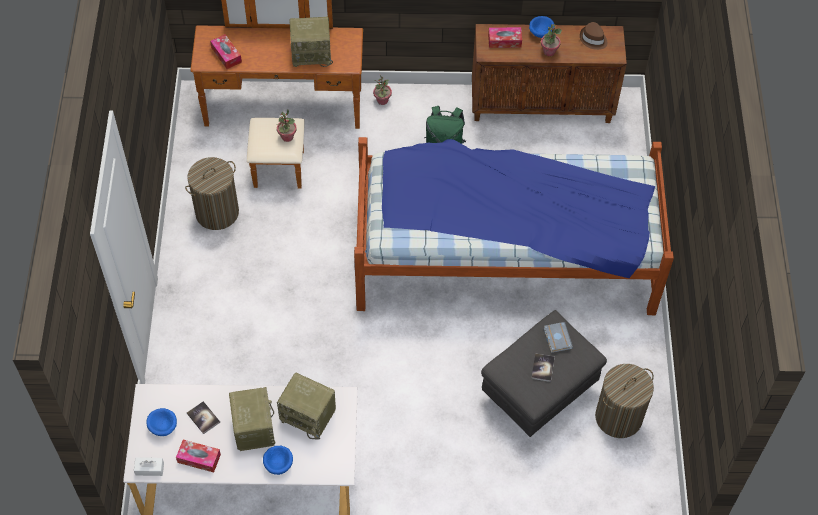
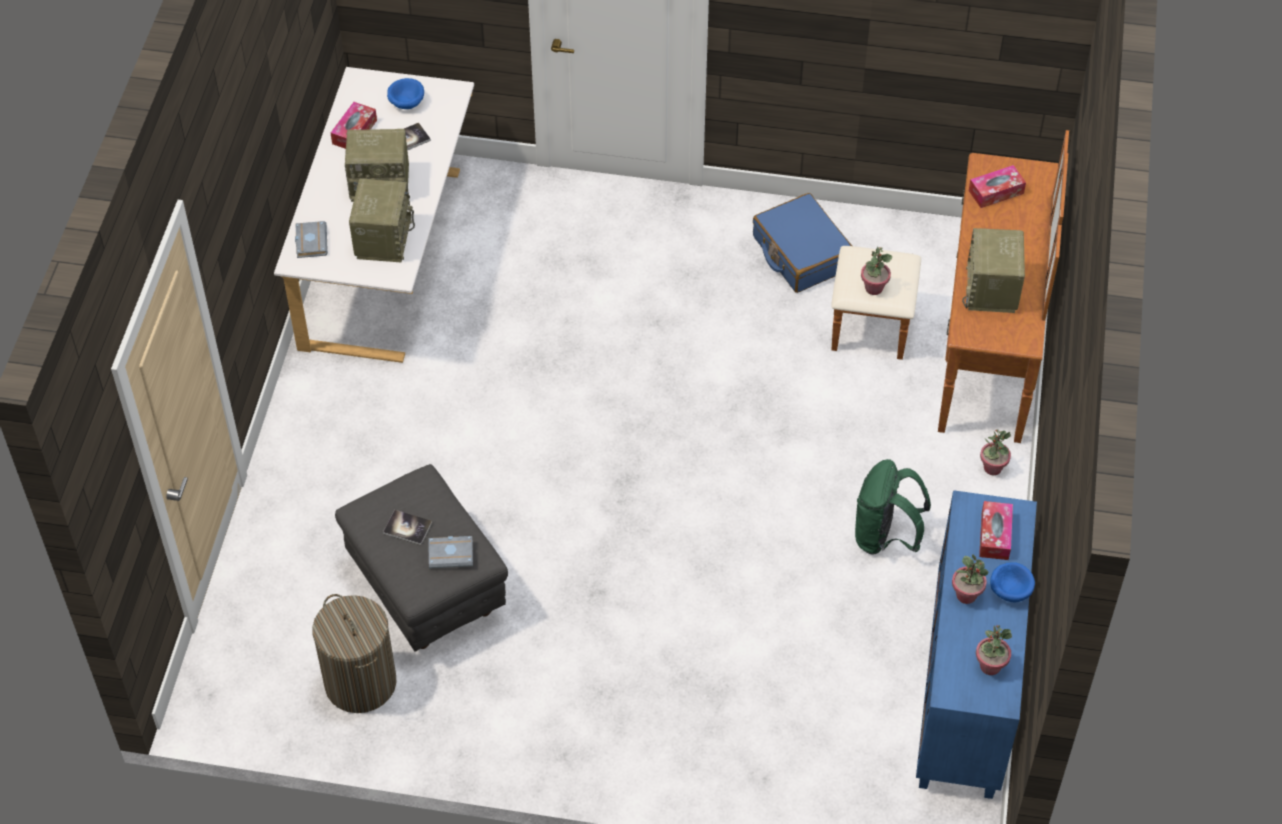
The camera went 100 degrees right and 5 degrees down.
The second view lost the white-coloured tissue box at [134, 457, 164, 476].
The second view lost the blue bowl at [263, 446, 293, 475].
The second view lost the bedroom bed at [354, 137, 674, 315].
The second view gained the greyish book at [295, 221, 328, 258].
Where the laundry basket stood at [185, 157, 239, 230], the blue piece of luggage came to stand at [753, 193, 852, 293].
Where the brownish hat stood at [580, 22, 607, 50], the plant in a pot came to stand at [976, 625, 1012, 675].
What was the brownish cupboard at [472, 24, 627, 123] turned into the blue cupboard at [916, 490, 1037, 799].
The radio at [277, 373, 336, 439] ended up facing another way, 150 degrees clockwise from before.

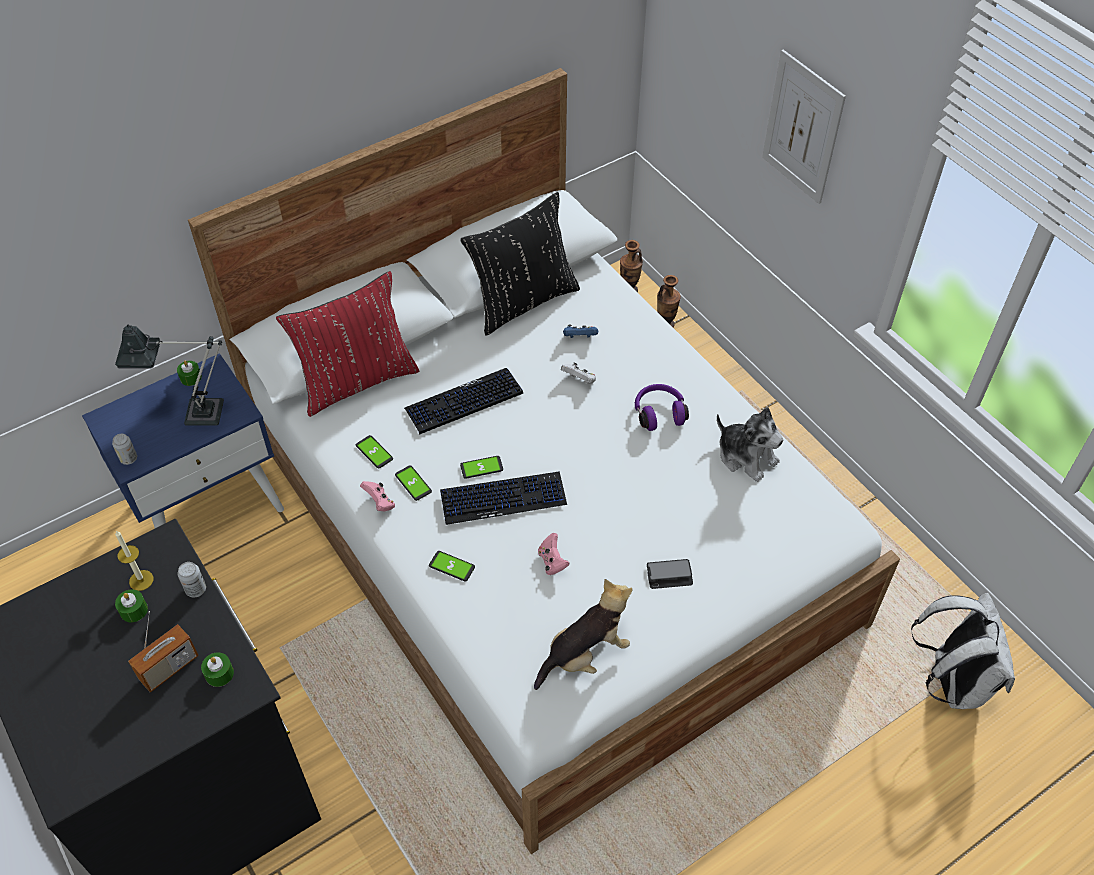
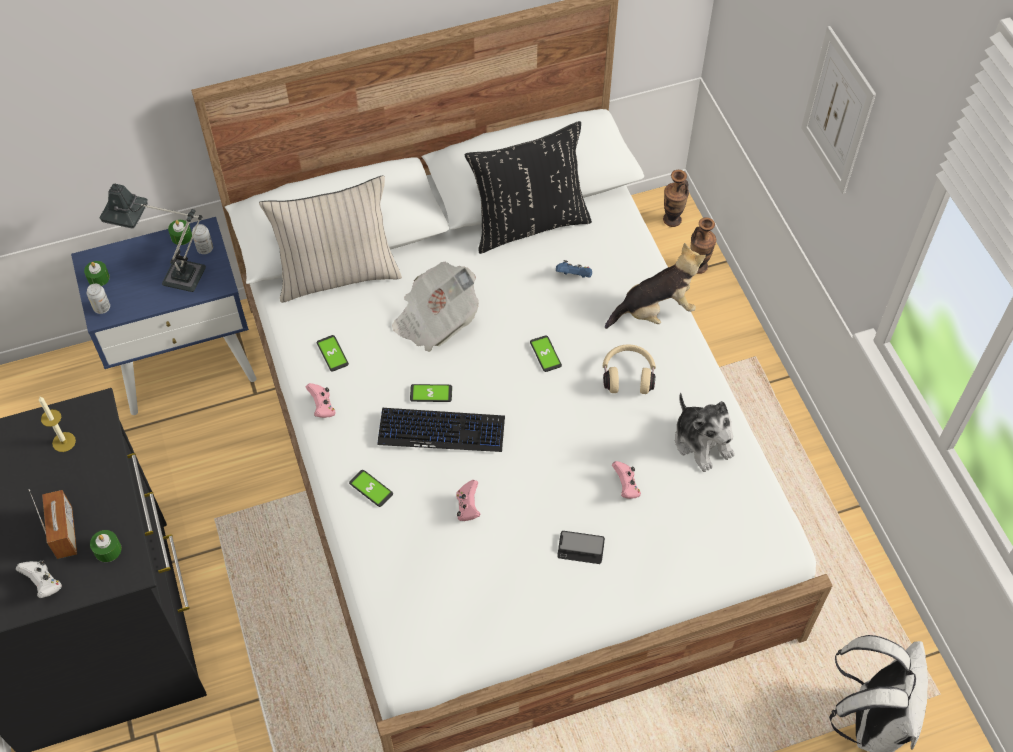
The camera went 15 degrees right and 5 degrees up.
The second view gained the pink gamepad at [612, 461, 641, 499].
The green-coloured candle ended up elsewhere, having gone from [115, 589, 148, 622] to [84, 261, 110, 286].
The metal can ended up elsewhere, having gone from [178, 562, 206, 597] to [192, 224, 213, 254].
The handset ended up elsewhere, having gone from [395, 465, 432, 501] to [530, 335, 562, 372].
The cuddly toy ended up elsewhere, having gone from [534, 579, 633, 690] to [605, 243, 706, 329].
The white-coloured gamepad ended up elsewhere, having gone from [561, 362, 596, 384] to [16, 560, 62, 598].
Where the computer keyboard stood at [404, 368, 523, 435], the printed paper came to stand at [392, 262, 479, 352].
What was the red cushion at [276, 271, 420, 417] turned into the beige-coloured cushion at [259, 175, 402, 303].
What was the purple headphones at [635, 384, 689, 431] turned into the beige-coloured headphones at [603, 344, 656, 394].
The radio at [128, 611, 199, 693] ended up facing another way, 75 degrees counterclockwise from before.

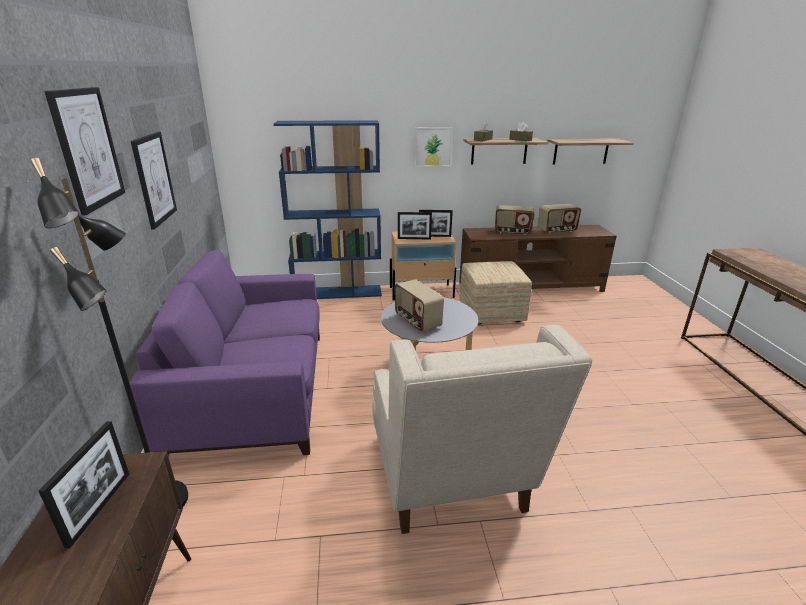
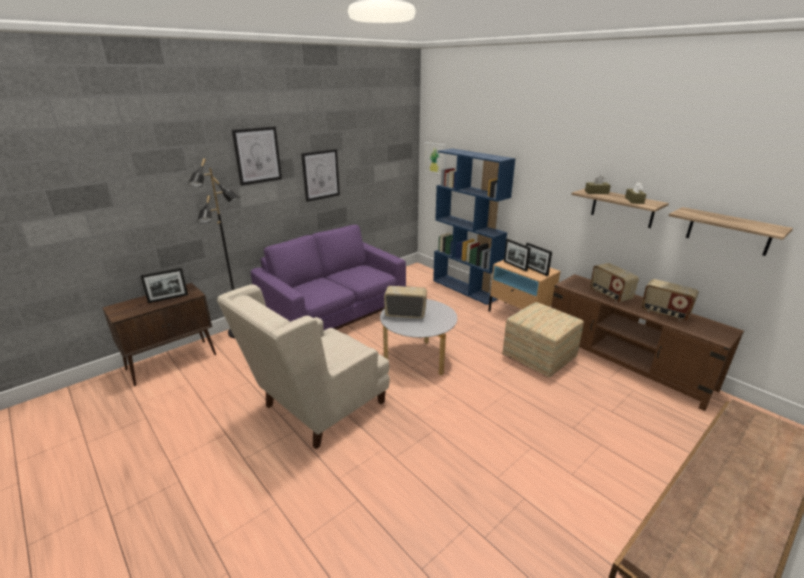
The camera went 55 degrees right and 0 degrees up.
The wall art ended up elsewhere, having gone from [415, 127, 453, 167] to [424, 142, 447, 174].
The radio at [395, 279, 444, 332] ended up facing another way, 75 degrees clockwise from before.

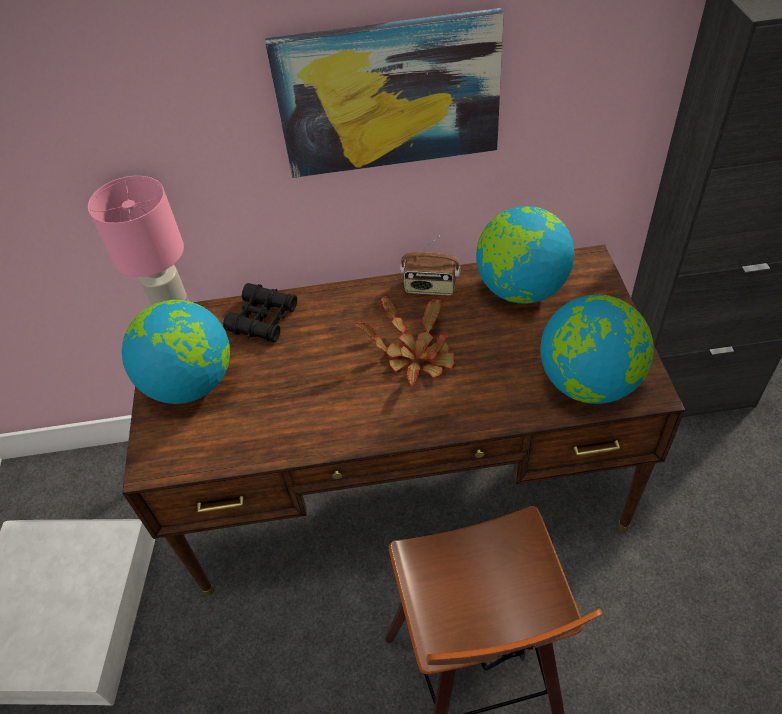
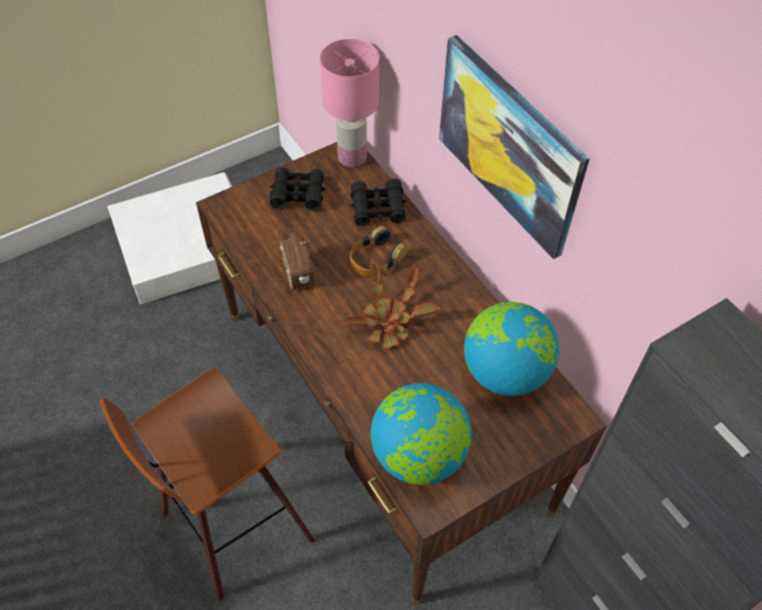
The camera went 60 degrees right and 5 degrees up.
The second view gained the headphones at [350, 226, 408, 277].
The radio ended up elsewhere, having gone from [400, 236, 460, 296] to [280, 233, 315, 290].
Where the desk globe stood at [122, 300, 230, 404], the blackish binoculars came to stand at [269, 168, 326, 211].

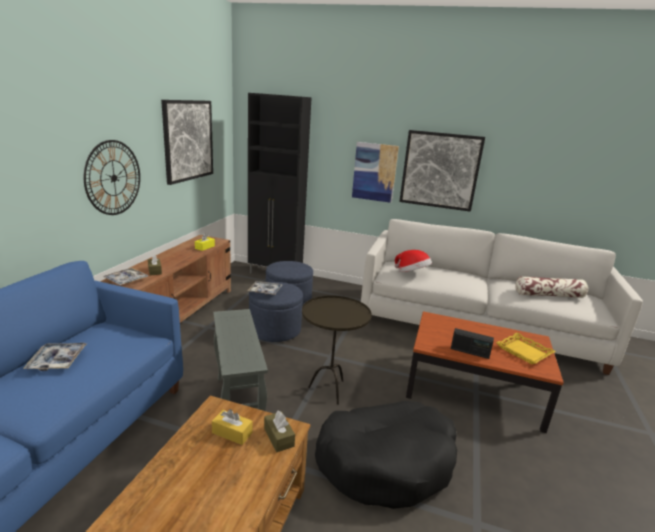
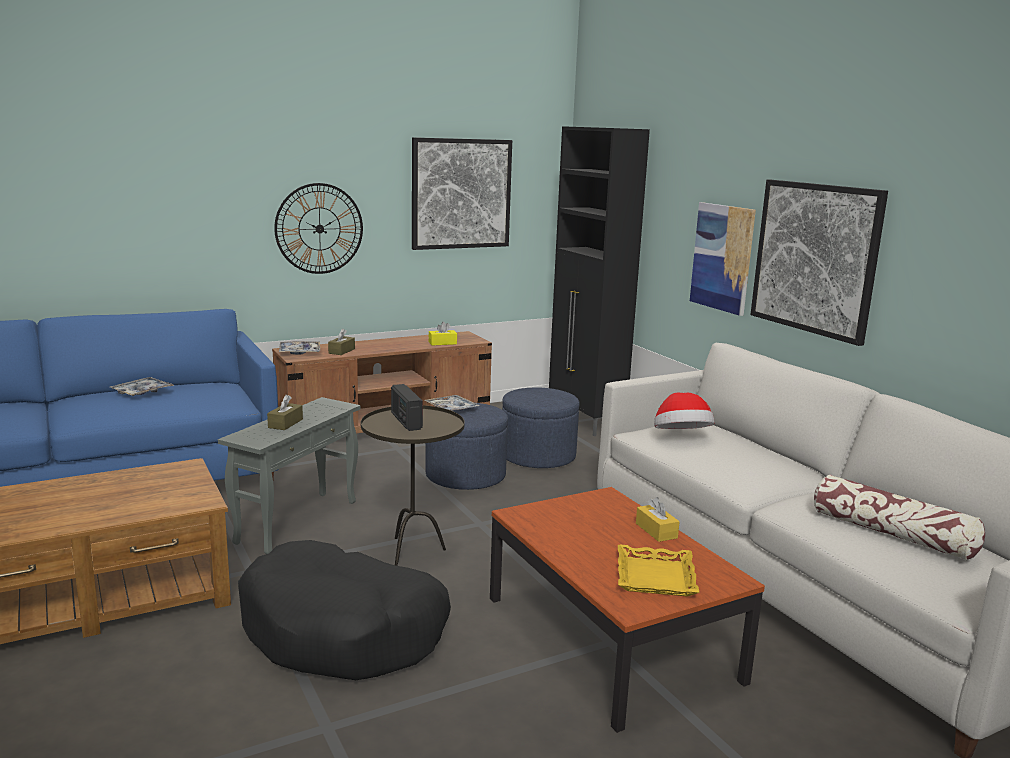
The camera went 45 degrees right and 5 degrees down.
The yellowish tissue box ended up elsewhere, having gone from [212, 409, 253, 445] to [636, 497, 680, 542].
The brownish tissue box ended up elsewhere, having gone from [264, 411, 295, 452] to [267, 395, 303, 430].
The radio ended up elsewhere, having gone from [451, 328, 494, 359] to [391, 384, 423, 431].

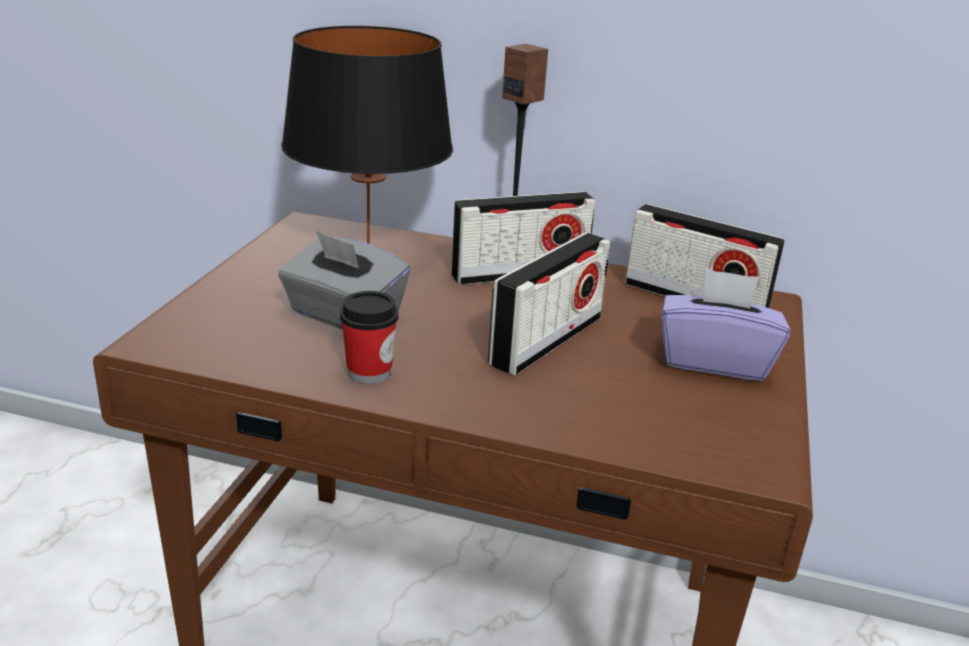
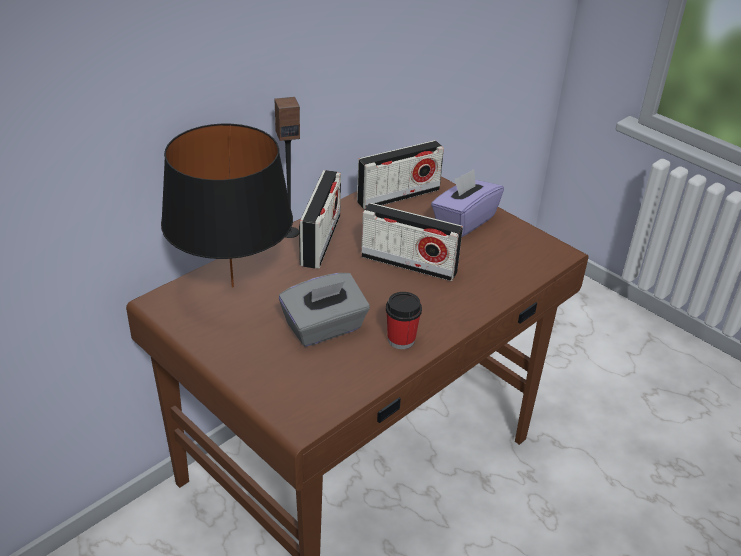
The camera went 60 degrees left and 10 degrees up.
The radio at [488, 233, 610, 375] ended up facing another way, 135 degrees clockwise from before.

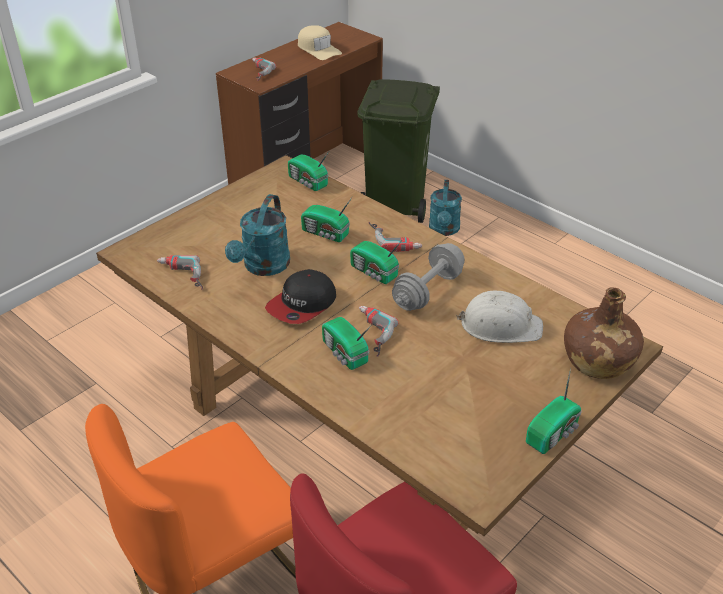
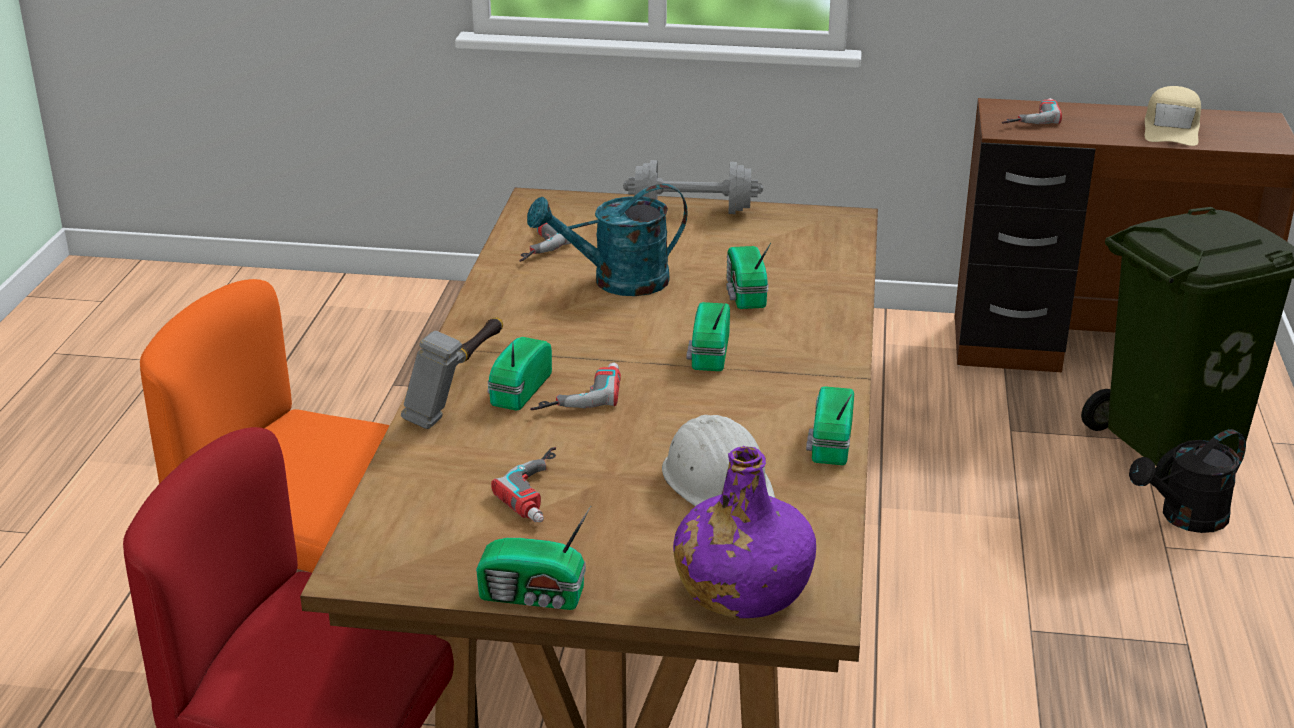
The camera went 55 degrees right and 10 degrees down.
The second view lost the cap at [265, 269, 336, 324].
The second view gained the hammer at [401, 317, 503, 429].
The radio ended up elsewhere, having gone from [288, 150, 330, 191] to [806, 386, 854, 465].
The electric drill ended up elsewhere, having gone from [369, 222, 422, 252] to [491, 447, 556, 522].
The greyish hand weight ended up elsewhere, having gone from [392, 243, 465, 311] to [623, 160, 763, 214].
What was the turquoise-coloured sprinkling can at [429, 180, 462, 236] turned into the blackish sprinkling can at [1129, 429, 1246, 533].
What was the brownish beverage bottle at [564, 288, 644, 379] turned into the purple beverage bottle at [673, 446, 816, 618].

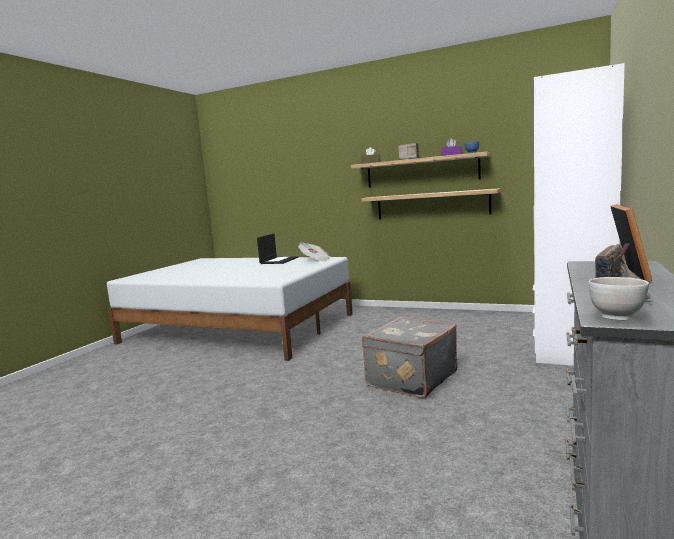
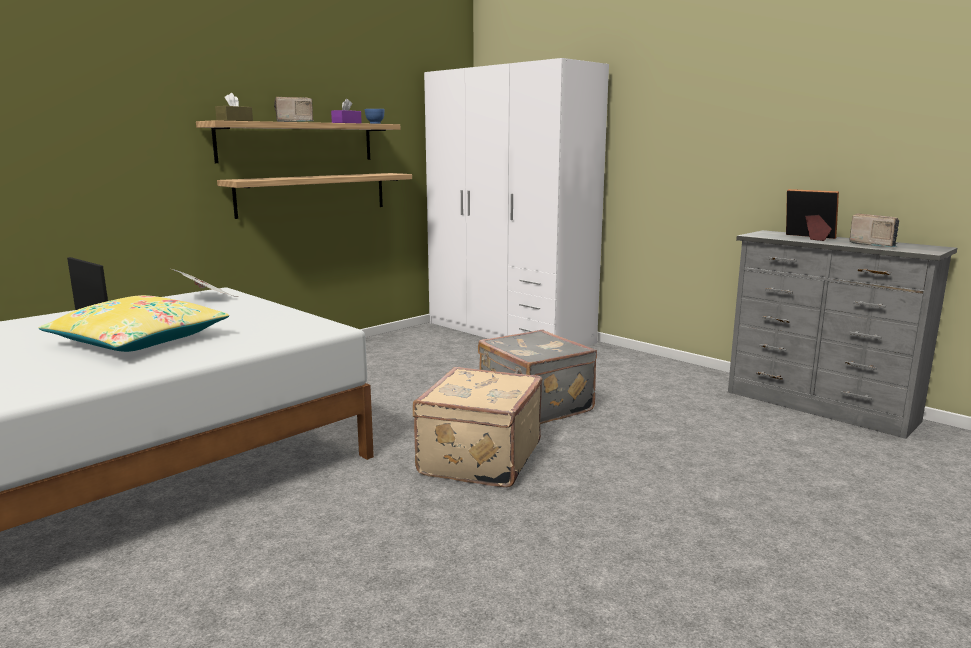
The camera went 70 degrees left and 5 degrees up.
The second view lost the white-coloured bowl at [589, 277, 649, 320].
The second view gained the yellowish cushion at [39, 295, 229, 352].
The second view gained the beige-coloured piece of luggage at [413, 367, 542, 488].

